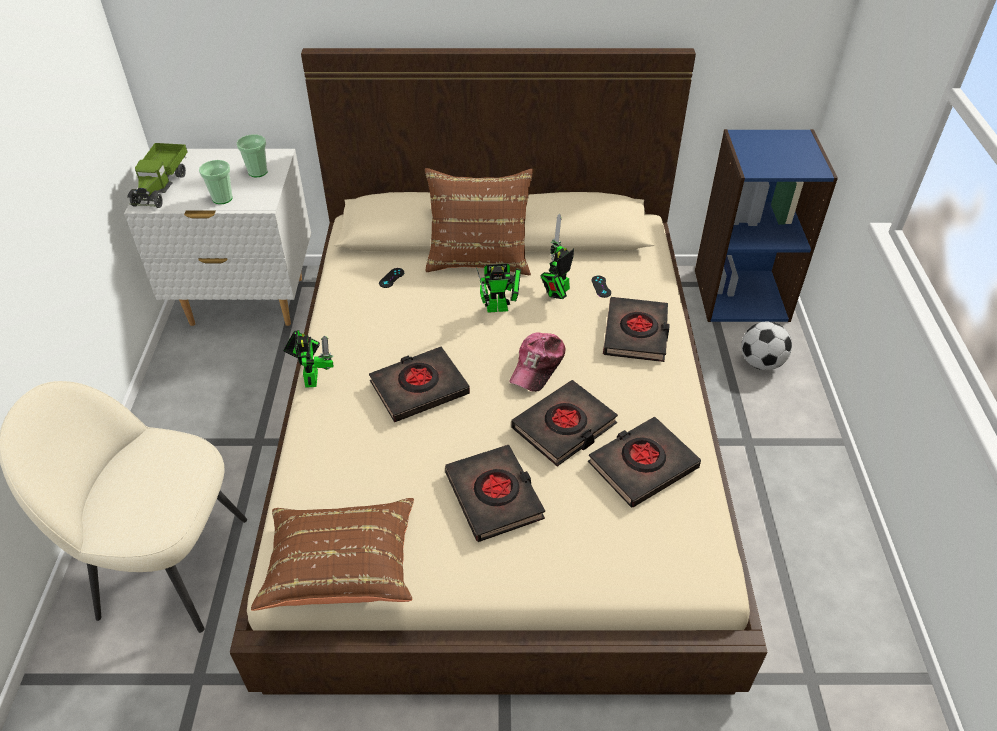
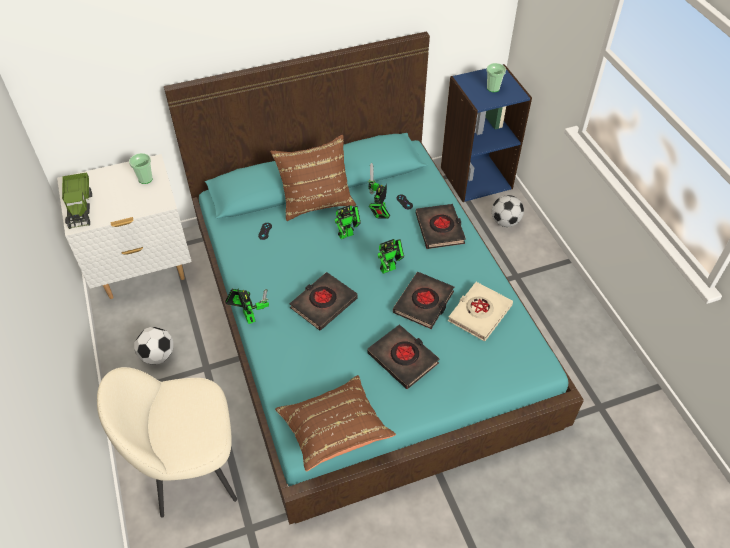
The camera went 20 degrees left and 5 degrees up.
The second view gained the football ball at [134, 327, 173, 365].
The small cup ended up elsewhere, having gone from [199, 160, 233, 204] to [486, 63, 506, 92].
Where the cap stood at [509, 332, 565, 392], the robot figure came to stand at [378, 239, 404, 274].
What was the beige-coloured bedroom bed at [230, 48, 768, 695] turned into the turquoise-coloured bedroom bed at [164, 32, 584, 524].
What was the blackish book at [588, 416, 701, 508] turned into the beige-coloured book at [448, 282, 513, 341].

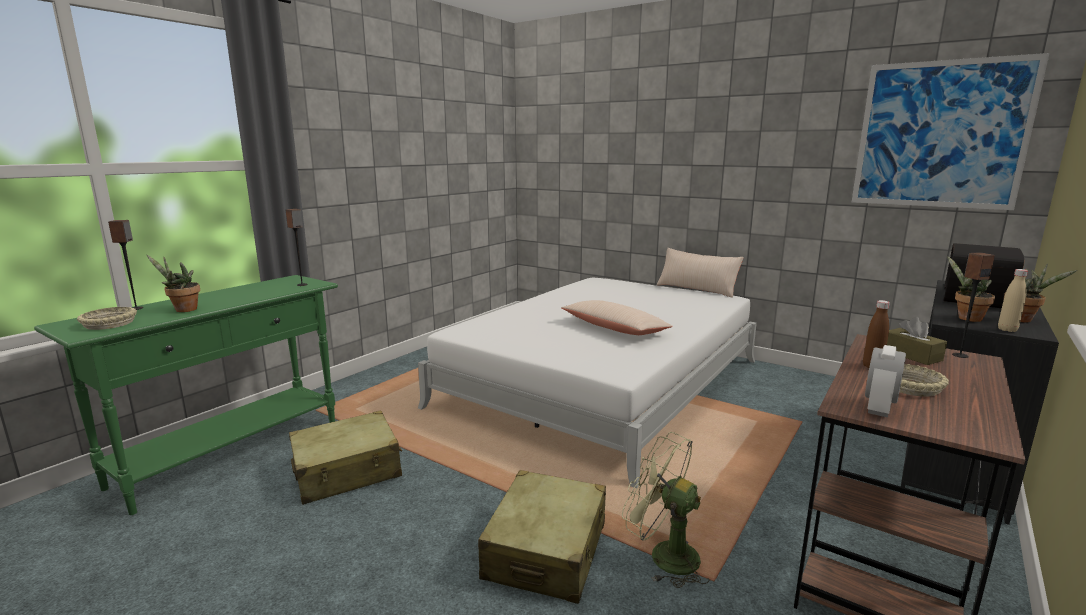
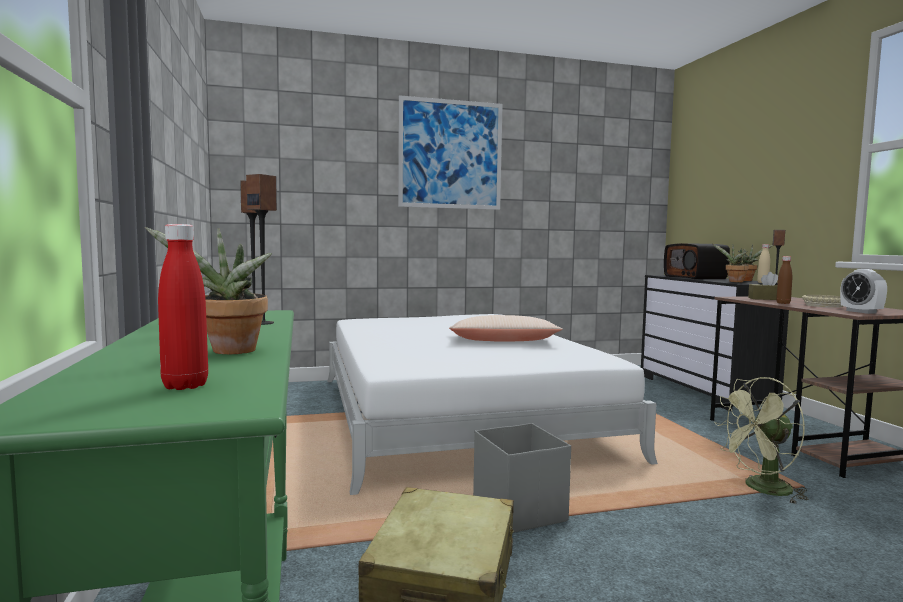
The camera went 50 degrees left and 10 degrees down.
The second view lost the beige-coloured piece of luggage at [478, 470, 606, 604].
The second view lost the beige-coloured cushion at [657, 248, 744, 298].
The second view gained the greyish storage bin at [473, 423, 571, 533].
The loudspeaker ended up elsewhere, having gone from [108, 220, 143, 310] to [246, 174, 277, 325].
The wall art ended up elsewhere, having gone from [852, 53, 1050, 210] to [398, 95, 503, 210].
Where the beige-coloured bowl stood at [77, 307, 137, 330], the red beverage bottle came to stand at [158, 224, 208, 390].

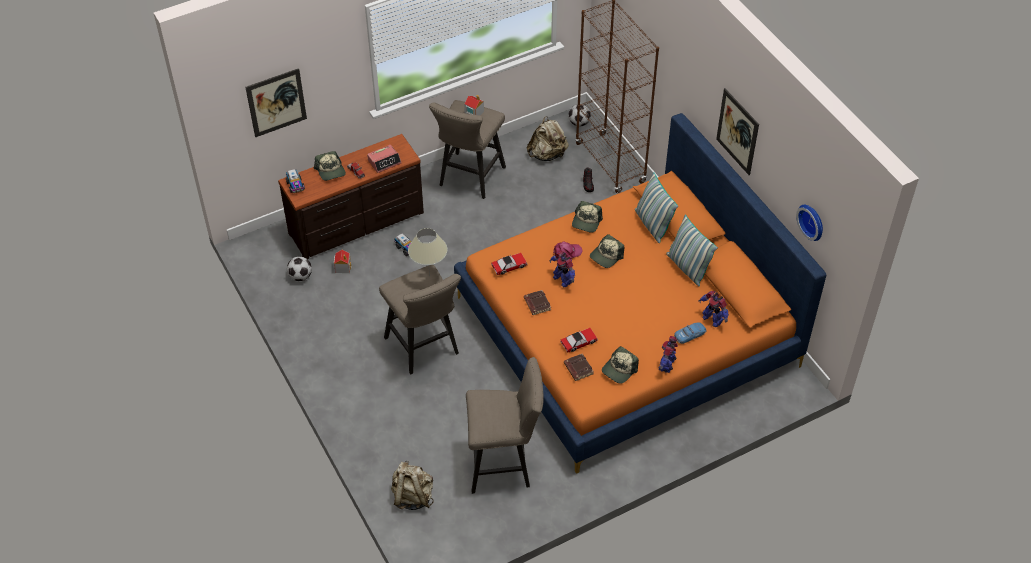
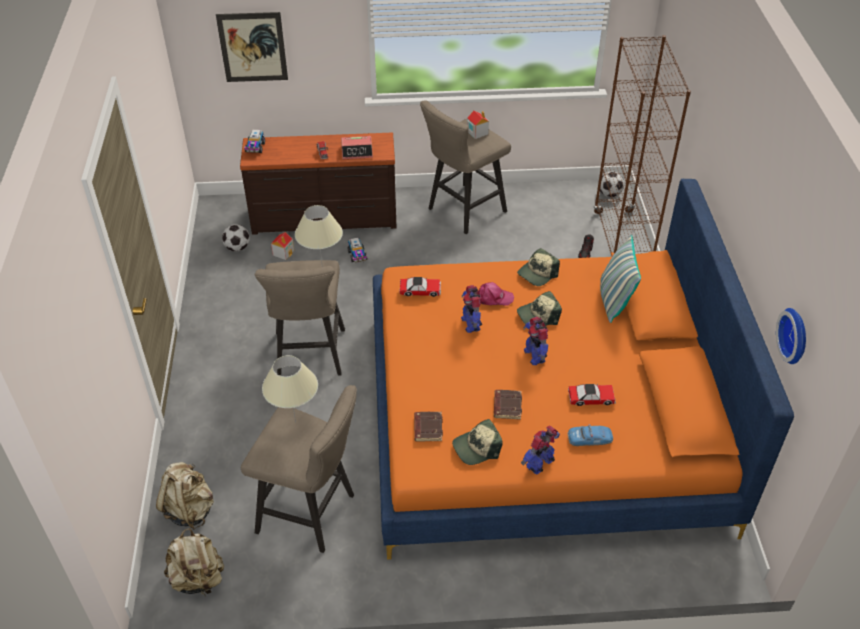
The camera went 25 degrees right and 5 degrees down.
The second view lost the cap at [314, 151, 346, 181].
The second view lost the cushion at [666, 215, 718, 286].
The second view lost the wall art at [716, 88, 759, 175].
The second view gained the beige-coloured table lamp at [262, 355, 318, 423].
The brownish book ended up elsewhere, having gone from [524, 290, 551, 315] to [494, 390, 522, 420].
The beige-coloured rucksack ended up elsewhere, having gone from [527, 116, 569, 161] to [164, 528, 224, 597].
The miniature car ended up elsewhere, having gone from [560, 328, 598, 352] to [568, 384, 616, 406].
The robot figure ended up elsewhere, having gone from [698, 291, 729, 327] to [523, 317, 548, 365].

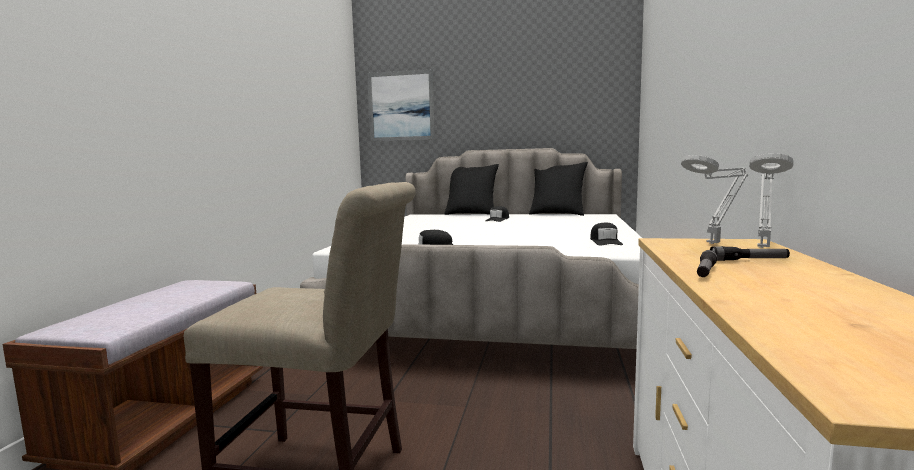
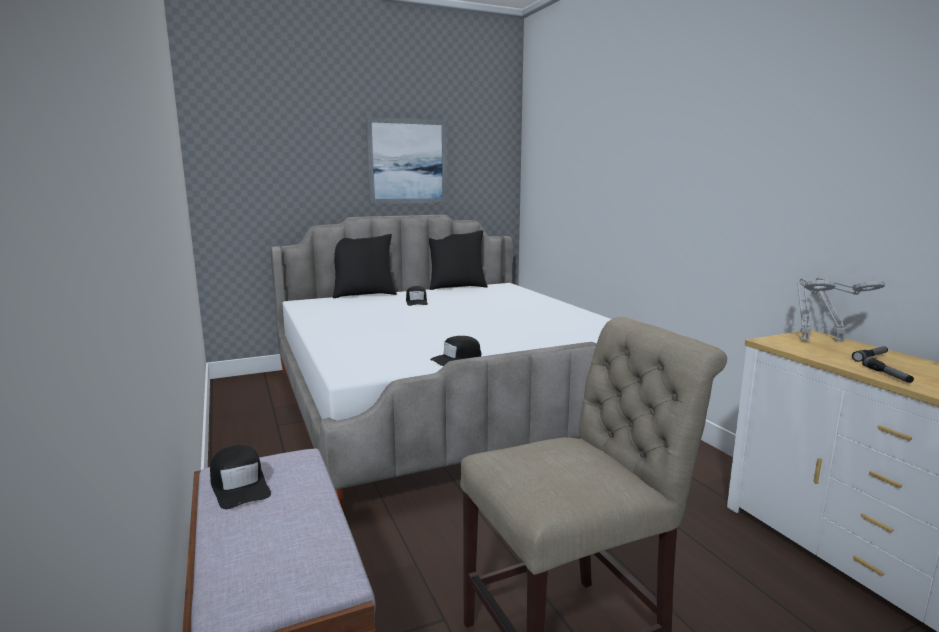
The camera went 35 degrees left and 5 degrees up.
The wall art ended up elsewhere, having gone from [367, 69, 435, 142] to [366, 117, 447, 204].
The blackish cap ended up elsewhere, having gone from [590, 223, 623, 246] to [210, 445, 271, 509].

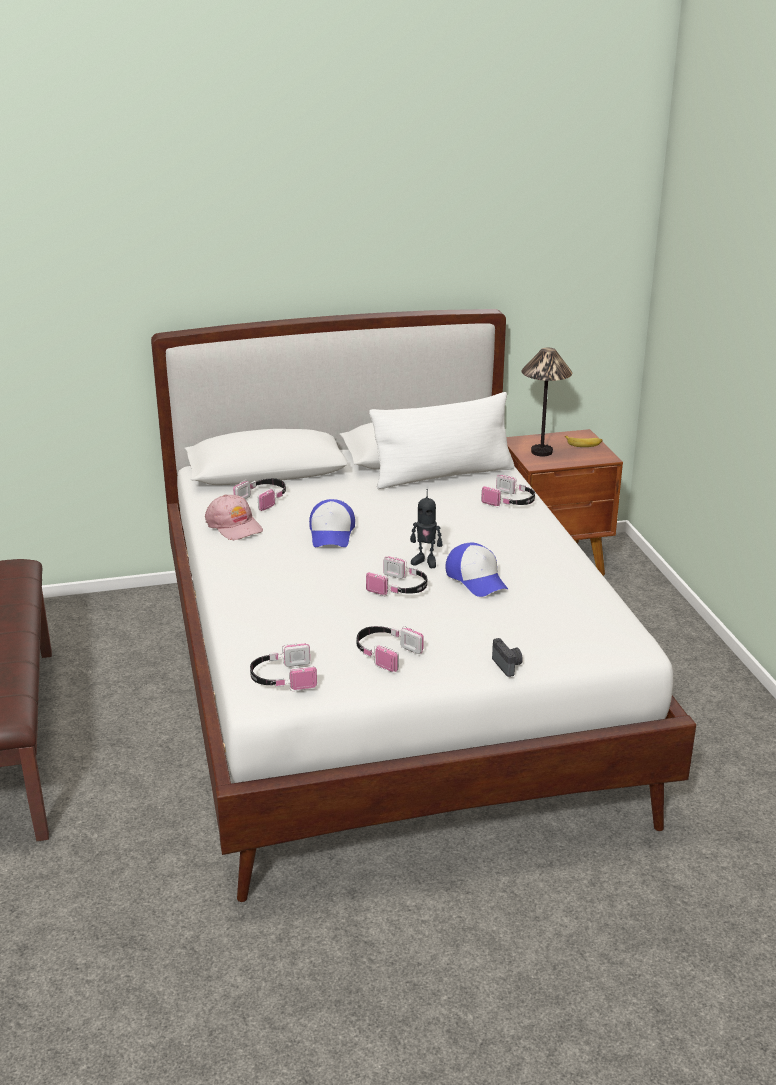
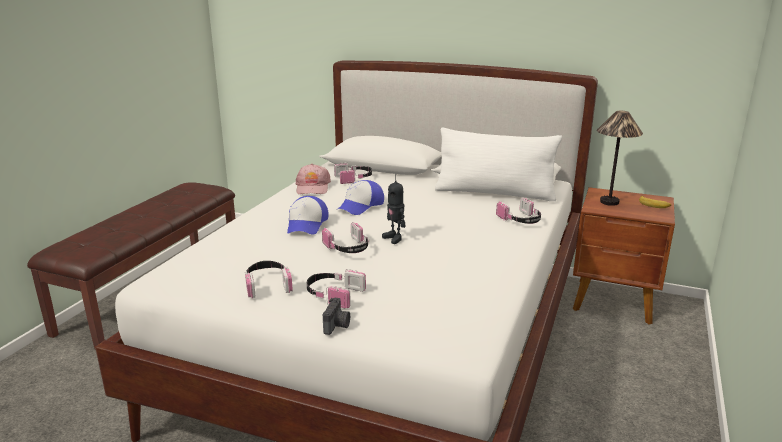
The camera went 35 degrees right and 5 degrees down.
The headphones ended up elsewhere, having gone from [250, 643, 317, 691] to [307, 269, 366, 308].
The cap ended up elsewhere, having gone from [446, 543, 508, 597] to [287, 196, 328, 235].

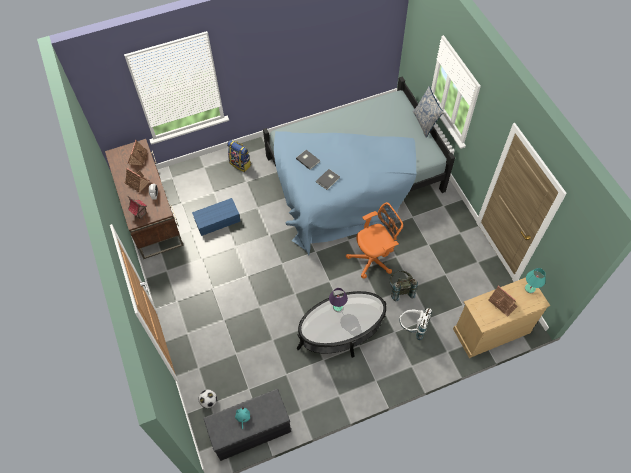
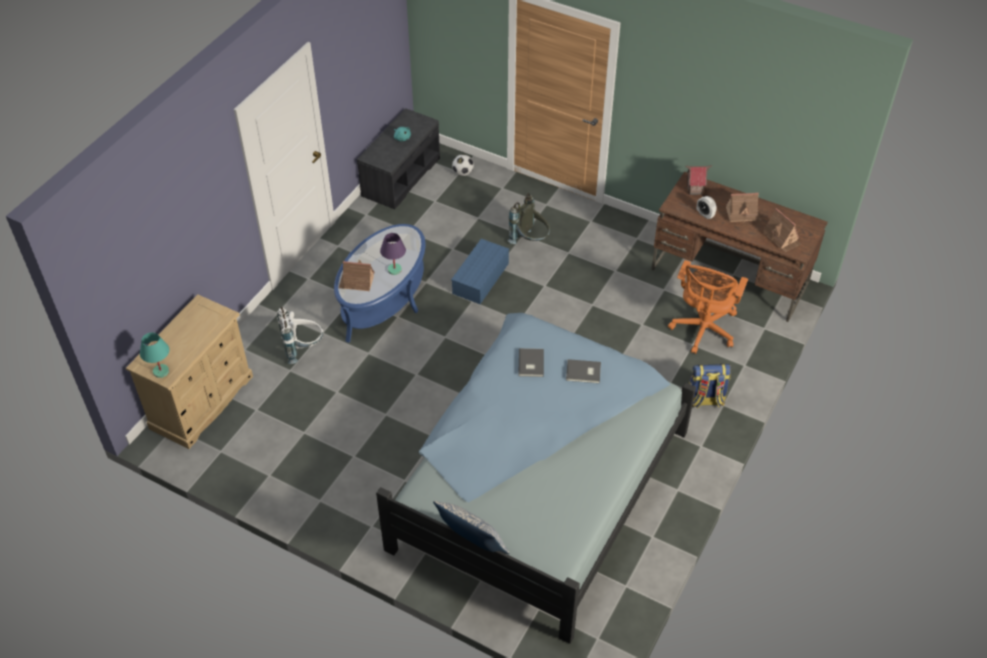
The camera went 140 degrees right and 10 degrees down.
The blue storage bin ended up elsewhere, having gone from [192, 198, 240, 236] to [451, 239, 509, 304].
The orange computer chair ended up elsewhere, having gone from [346, 202, 403, 279] to [668, 260, 748, 354].
The greyish rucksack ended up elsewhere, having gone from [390, 270, 418, 301] to [508, 193, 550, 244].
The toy house ended up elsewhere, having gone from [488, 286, 518, 316] to [338, 260, 375, 291].
What was the blackish low table at [297, 291, 386, 358] turned into the blue low table at [334, 224, 426, 343].

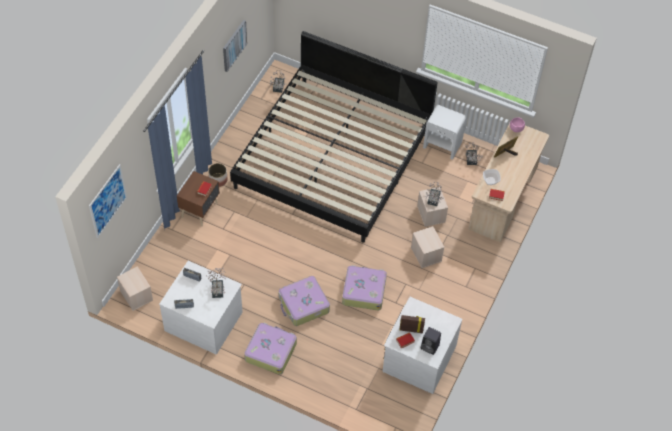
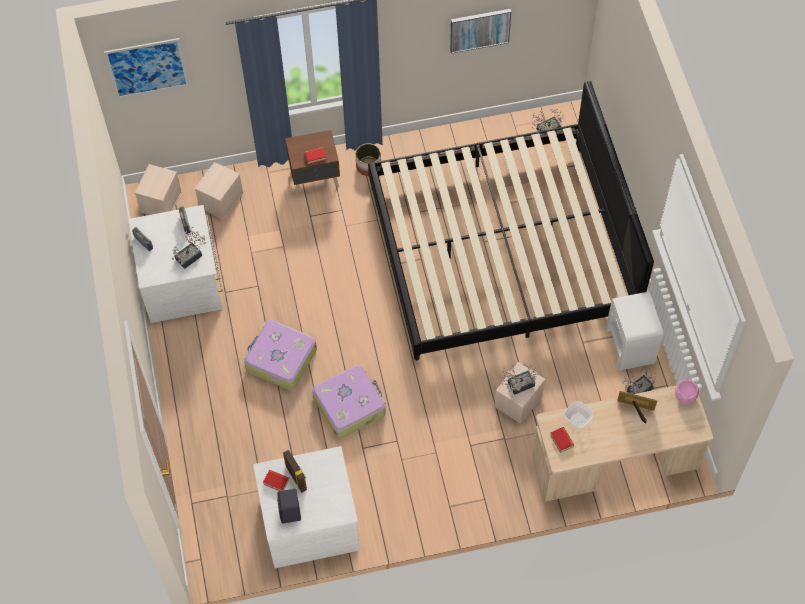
The camera went 55 degrees right and 5 degrees up.
The second view lost the piece of luggage at [244, 323, 297, 375].
The beige-coloured storage bin ended up elsewhere, having gone from [411, 226, 445, 268] to [195, 162, 243, 220].

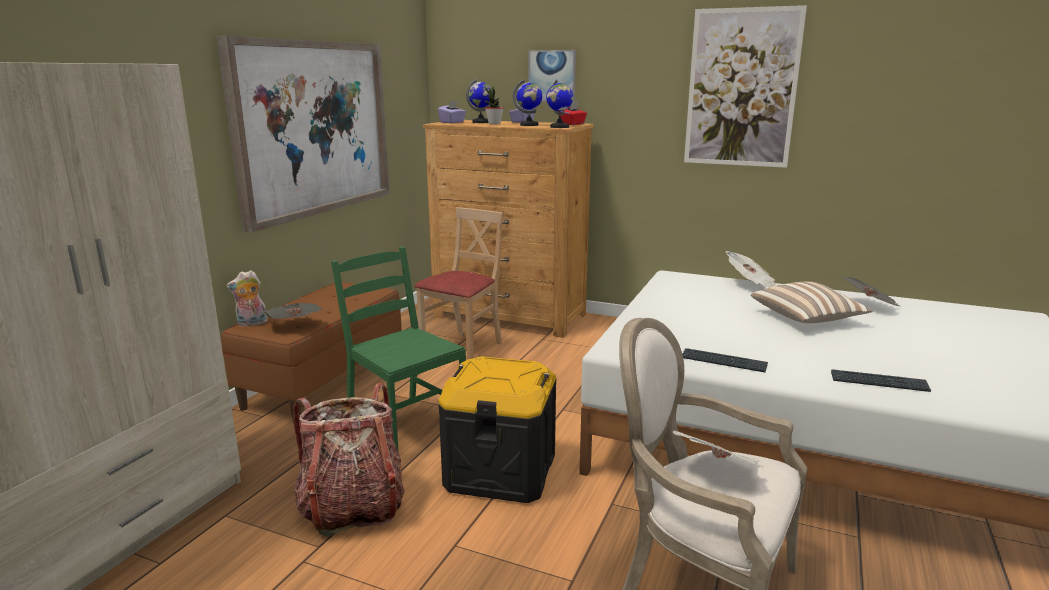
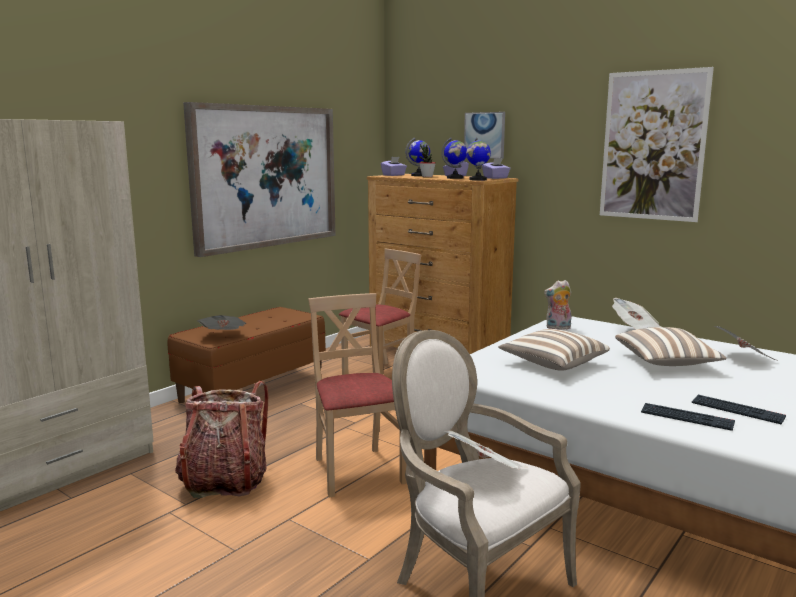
The camera went 15 degrees right and 5 degrees down.
The second view lost the green-coloured upright chair at [331, 247, 466, 452].
The second view gained the cushion at [498, 329, 610, 371].
The cuddly toy ended up elsewhere, having gone from [226, 270, 268, 326] to [544, 280, 571, 330].
The computer keyboard ended up elsewhere, having gone from [682, 348, 768, 372] to [692, 395, 786, 424].
Where the blackish storage bin stood at [438, 356, 556, 503], the beige-coloured upright chair came to stand at [308, 293, 407, 498].
What was the red tissue box at [558, 102, 587, 125] turned into the purple tissue box at [482, 158, 511, 179].

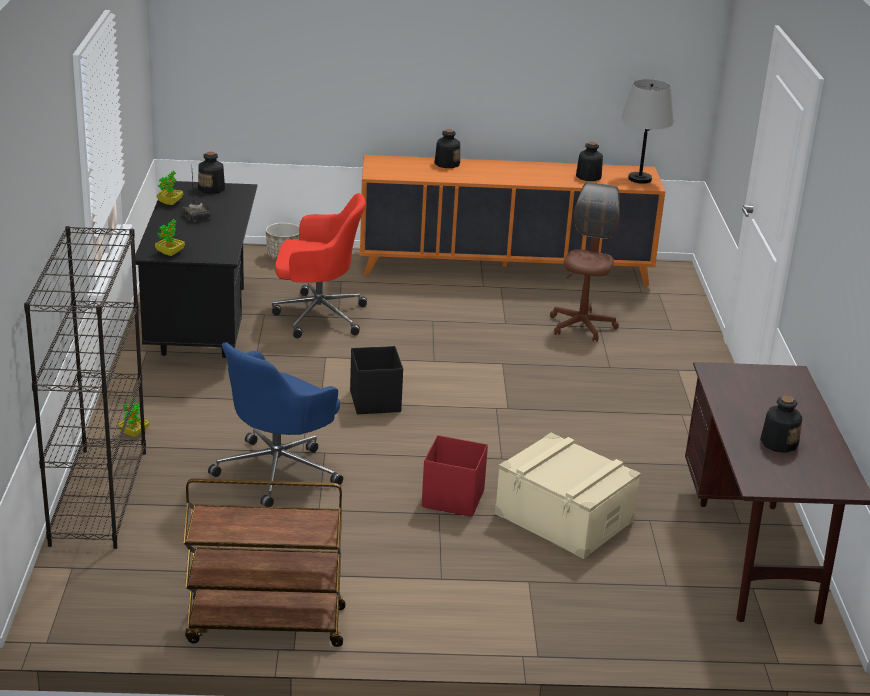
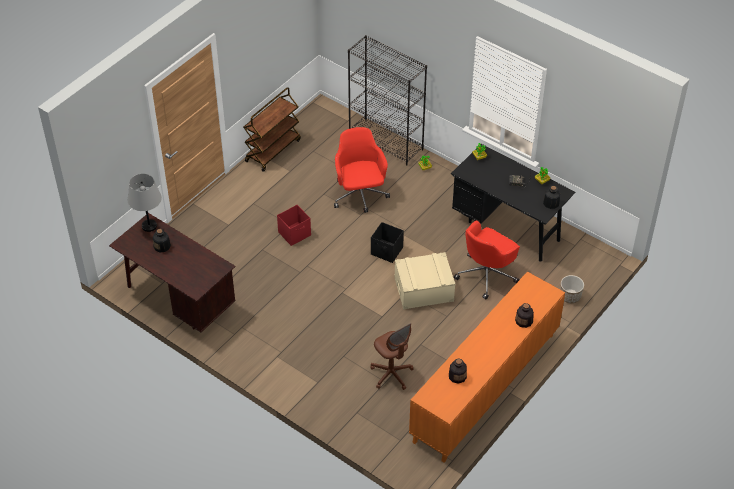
The camera went 130 degrees right and 20 degrees up.
The beige-coloured storage bin ended up elsewhere, having gone from [495, 433, 641, 559] to [394, 252, 455, 309].
The greyish table lamp ended up elsewhere, having gone from [621, 79, 674, 184] to [128, 174, 162, 232].
What was the blue computer chair at [208, 342, 343, 507] turned into the red computer chair at [334, 127, 390, 213].

